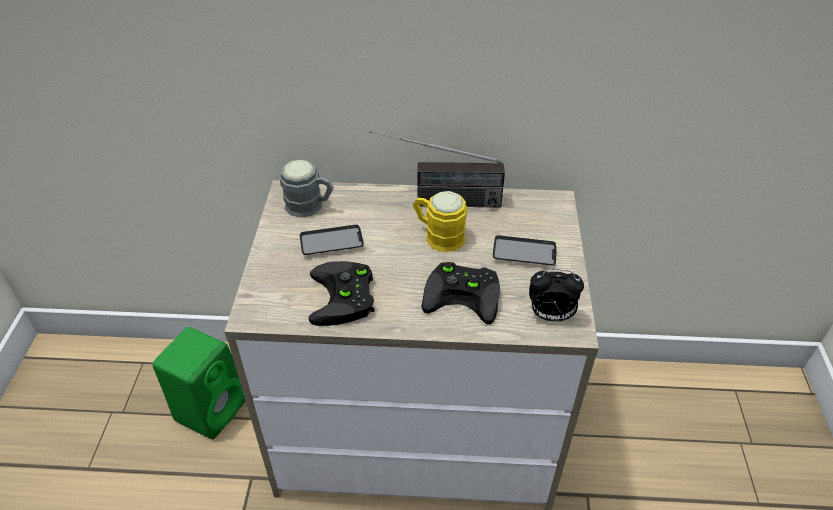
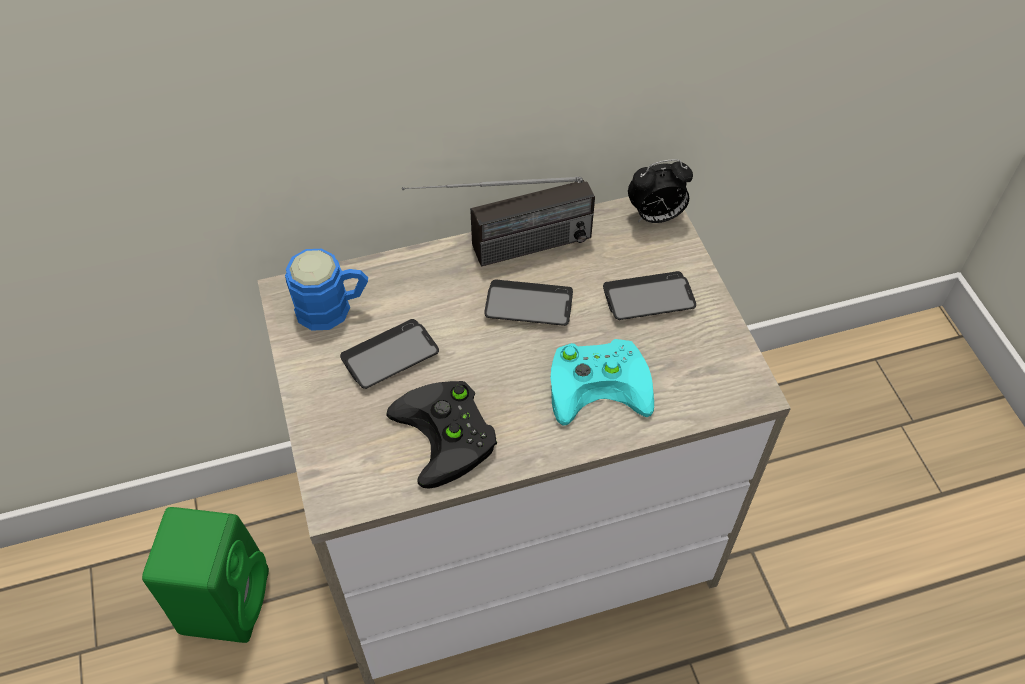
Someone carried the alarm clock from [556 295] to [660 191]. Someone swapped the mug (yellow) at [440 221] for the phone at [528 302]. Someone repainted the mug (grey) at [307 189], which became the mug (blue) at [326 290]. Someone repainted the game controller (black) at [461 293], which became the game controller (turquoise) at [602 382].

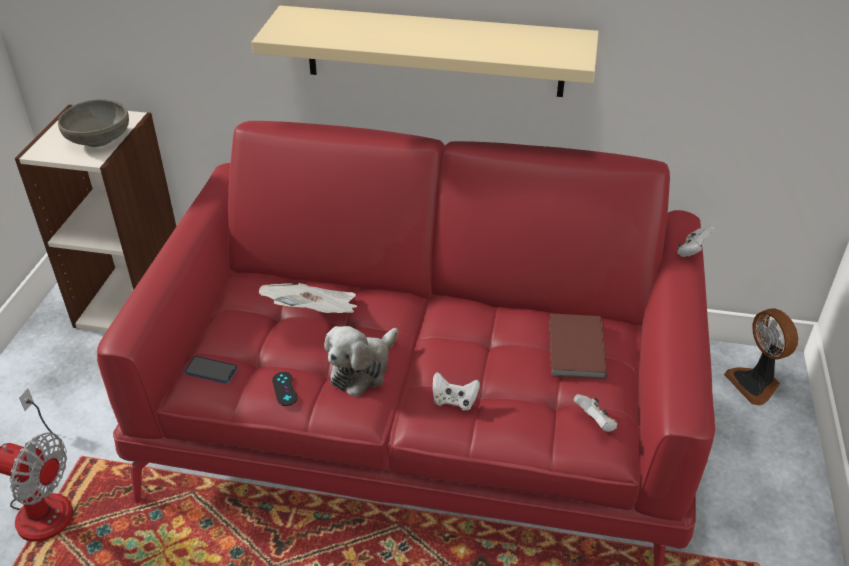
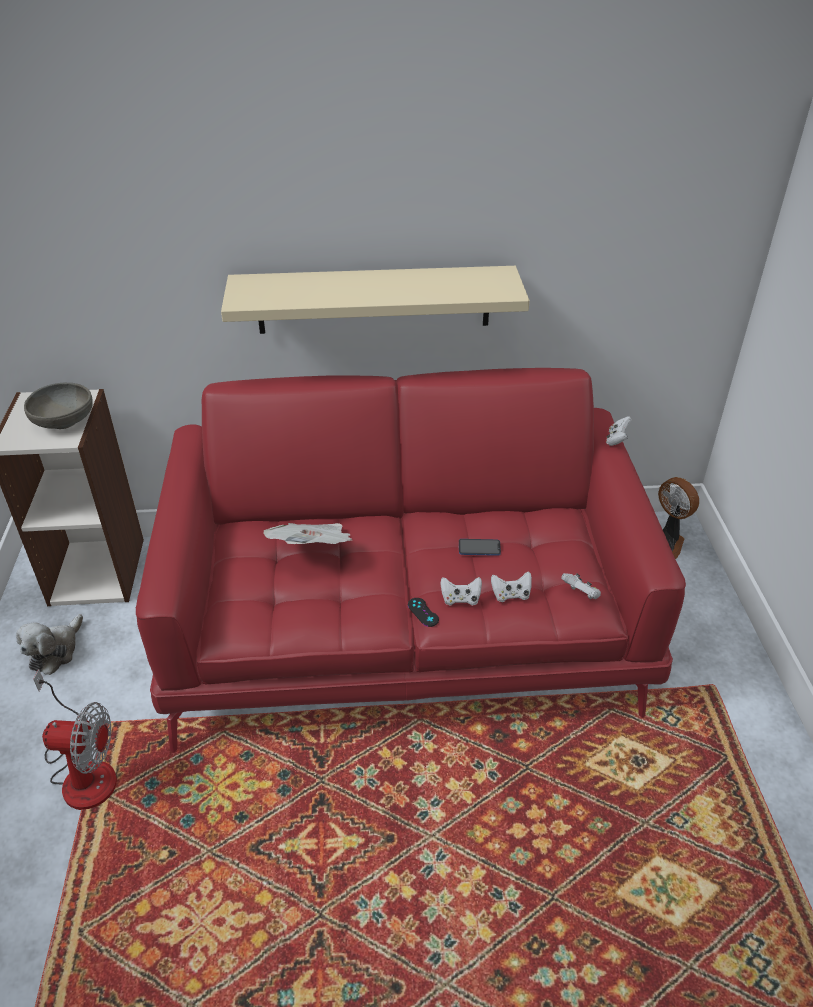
Someone took away the book (brown) at [578 346]. Someone put down the game controller (white) at [511 586]. Someone carried the phone from [211 370] to [480 547]. Someone carried the game controller (black) from [285 389] to [423 612]. Someone carried the plush toy from [361 361] to [49 644].

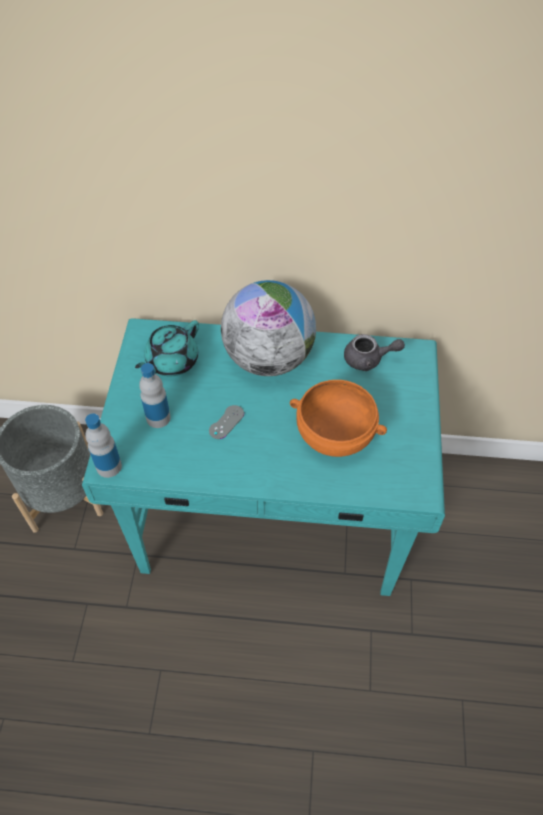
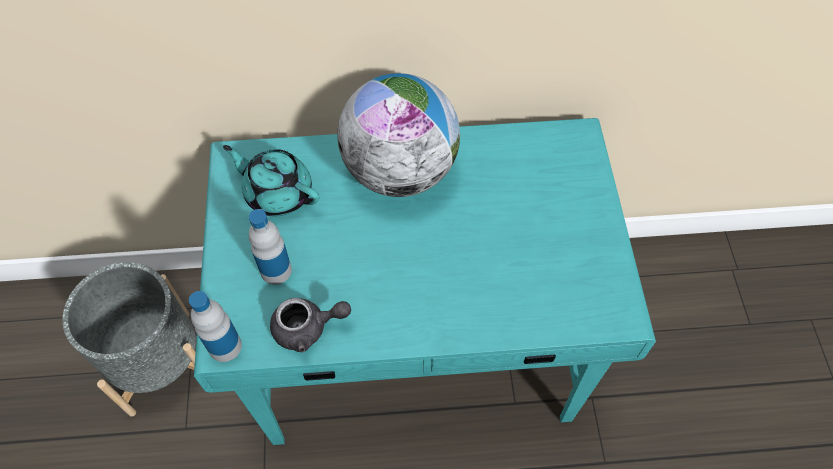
Someone took away the game controller (grey) at [226 422]. Someone took away the bowl (orange) at [338 418]. Someone carried the teapot (grey) from [374 352] to [310 325]. Someone rotated the teapot (turquoise) at [167 348] by 90 degrees clockwise.

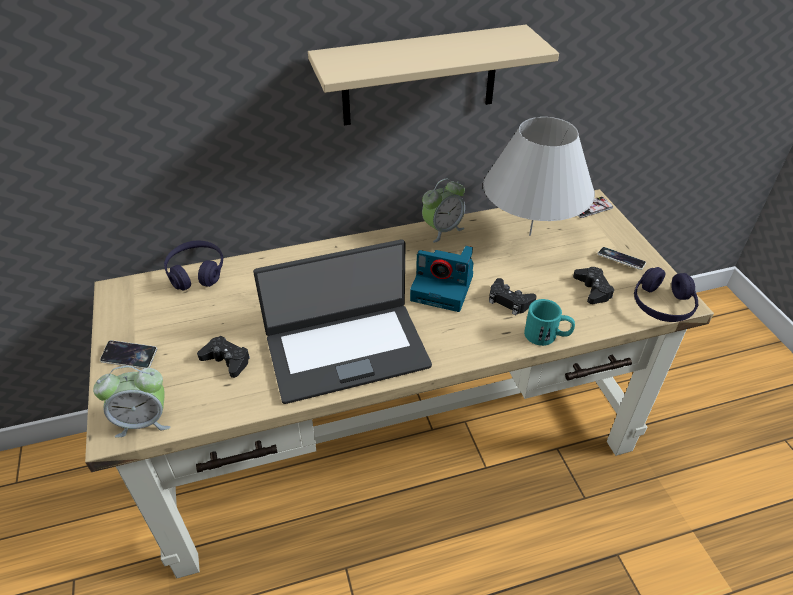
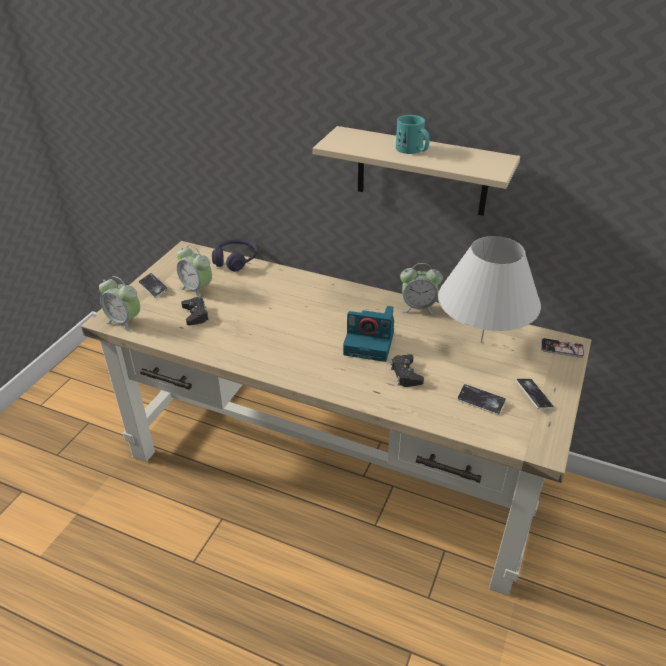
Someone took away the laptop at [342 321]. Someone took away the headphones (purple) at [666 294]. Someone put down the alarm clock at [194 271]. Someone carried the mug (turquoise) from [549 322] to [413 134]. Someone swapped the game controller (black) at [593 285] for the phone at [481 399]. Someone rotated the photo camera at [442 279] by 45 degrees counterclockwise.

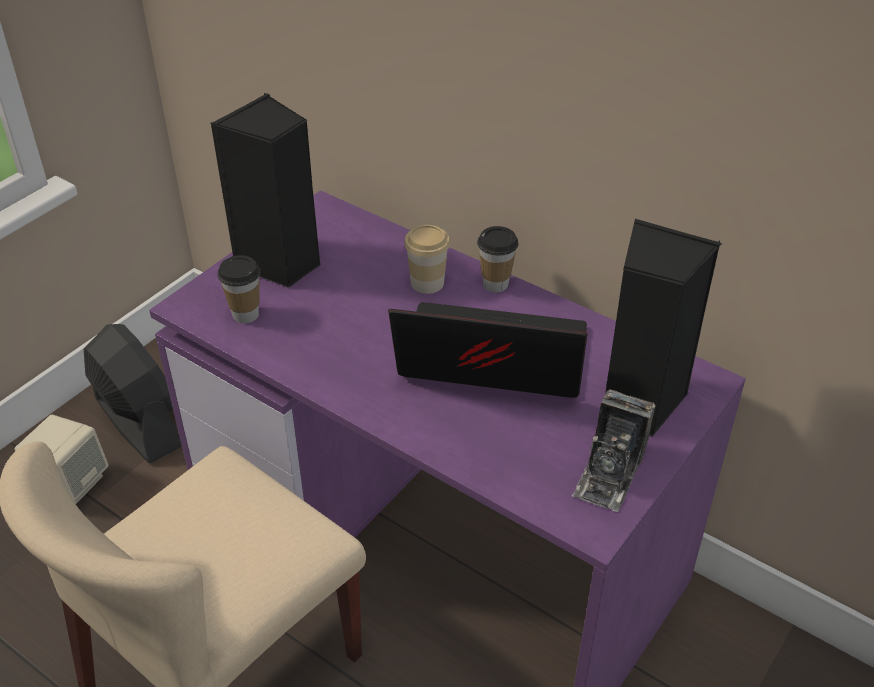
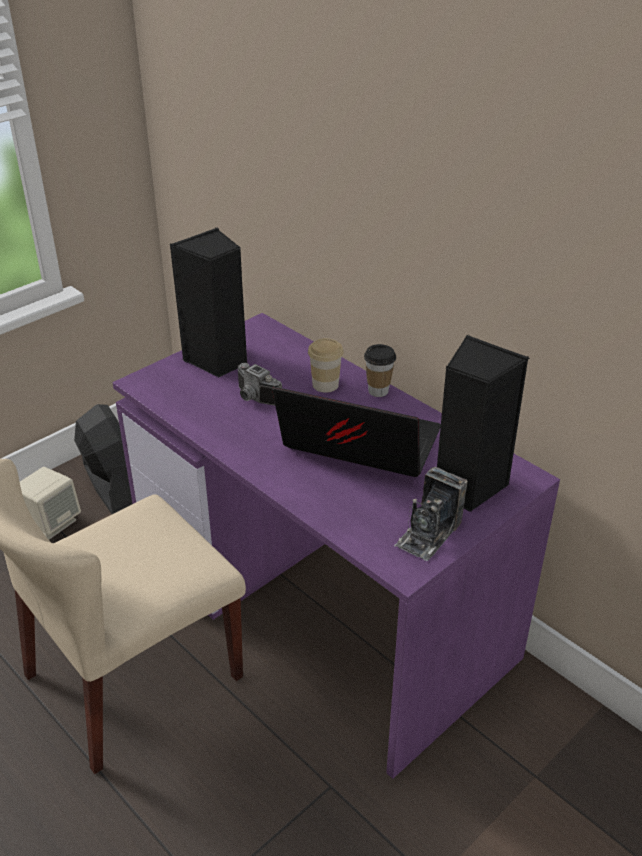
Someone took away the cup at [239 289]. Someone put down the photo camera at [260 384].

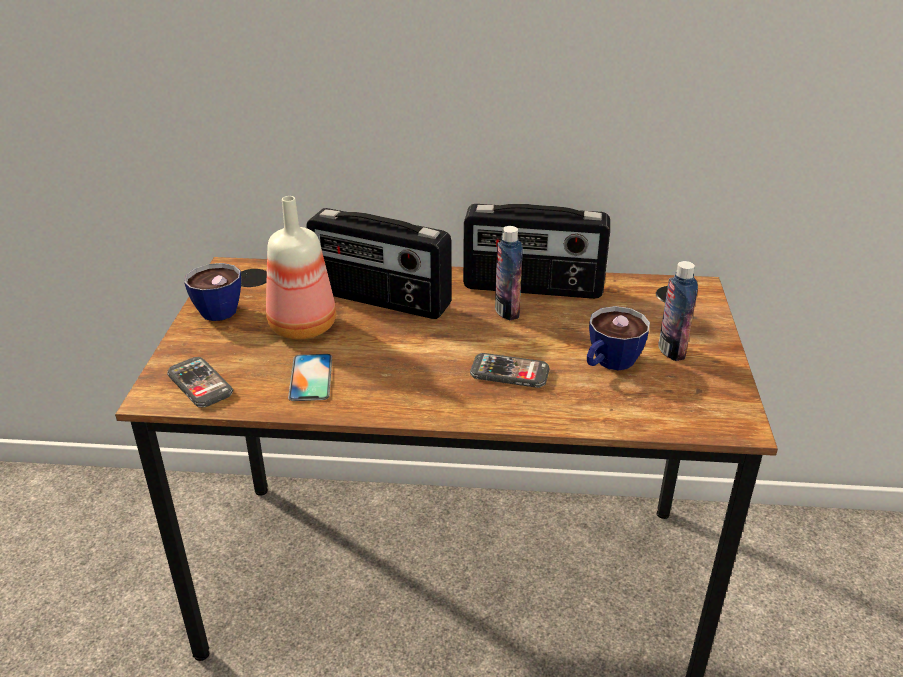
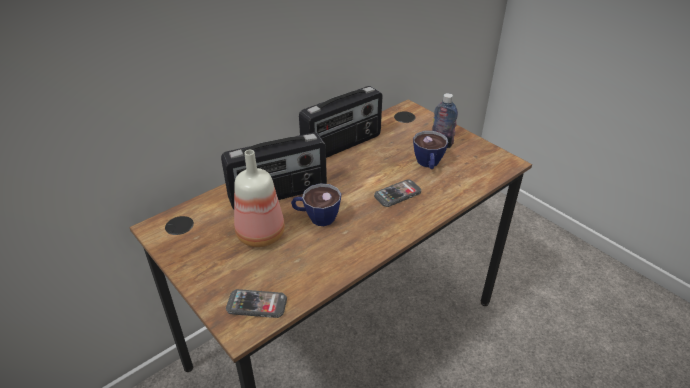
Someone took away the phone at [310 377]. Someone took away the bottle at [509 273]. Someone carried the cup from [212 292] to [316 204].

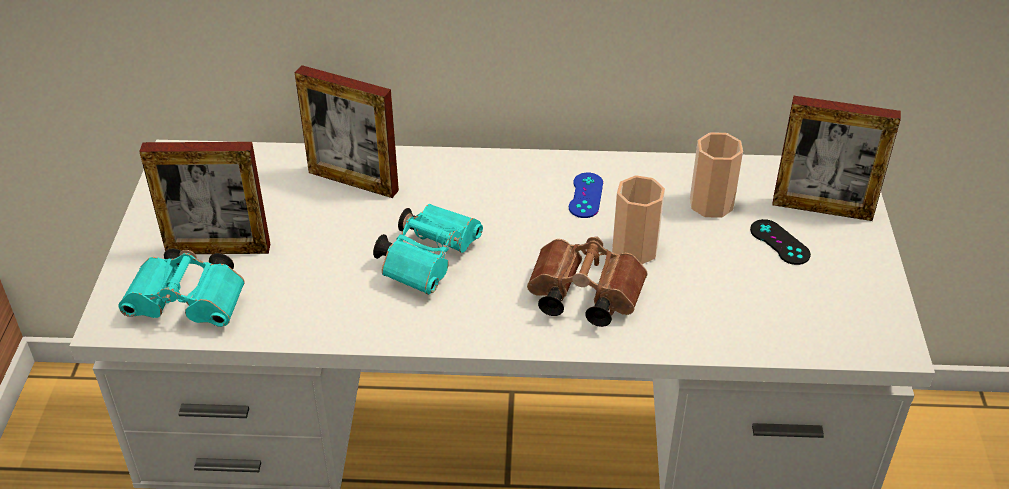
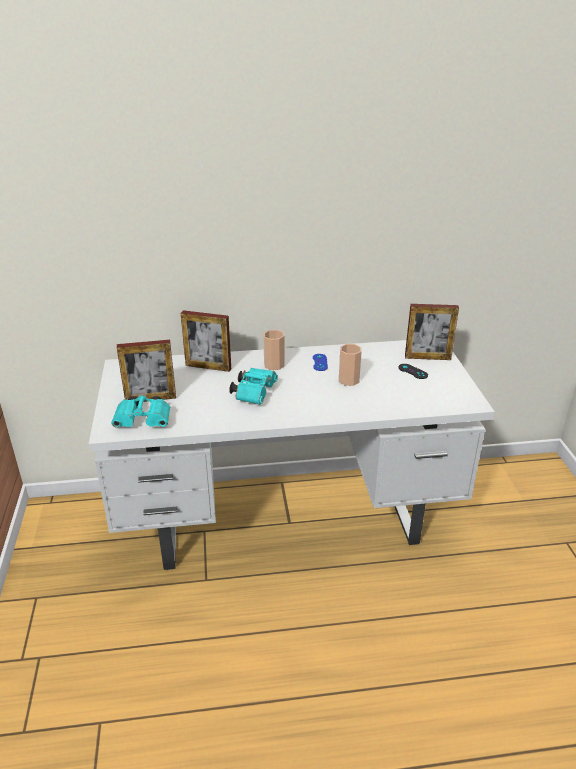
Someone took away the binoculars (brown) at [587 281]. Someone carried the cup from [716 175] to [274 350].

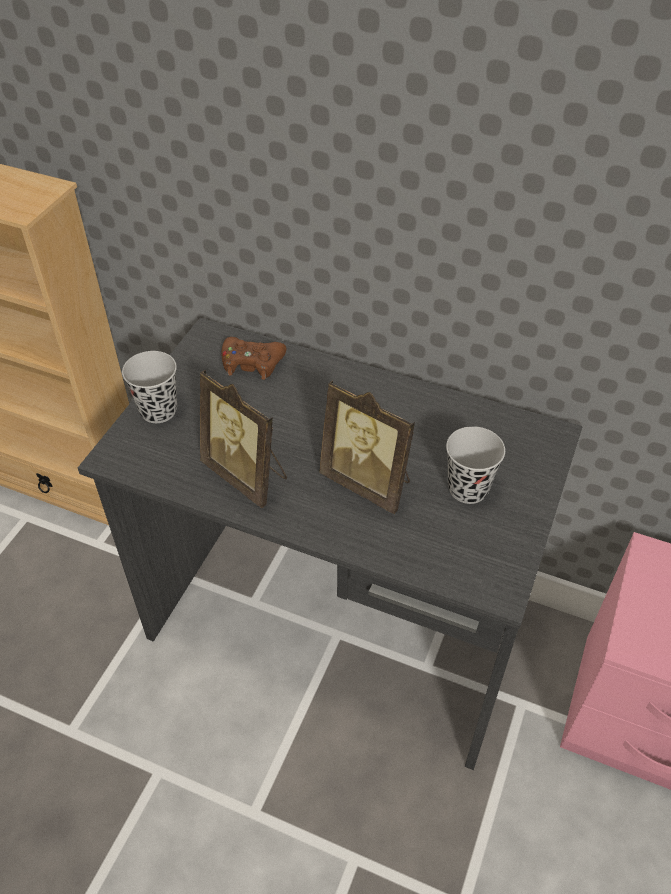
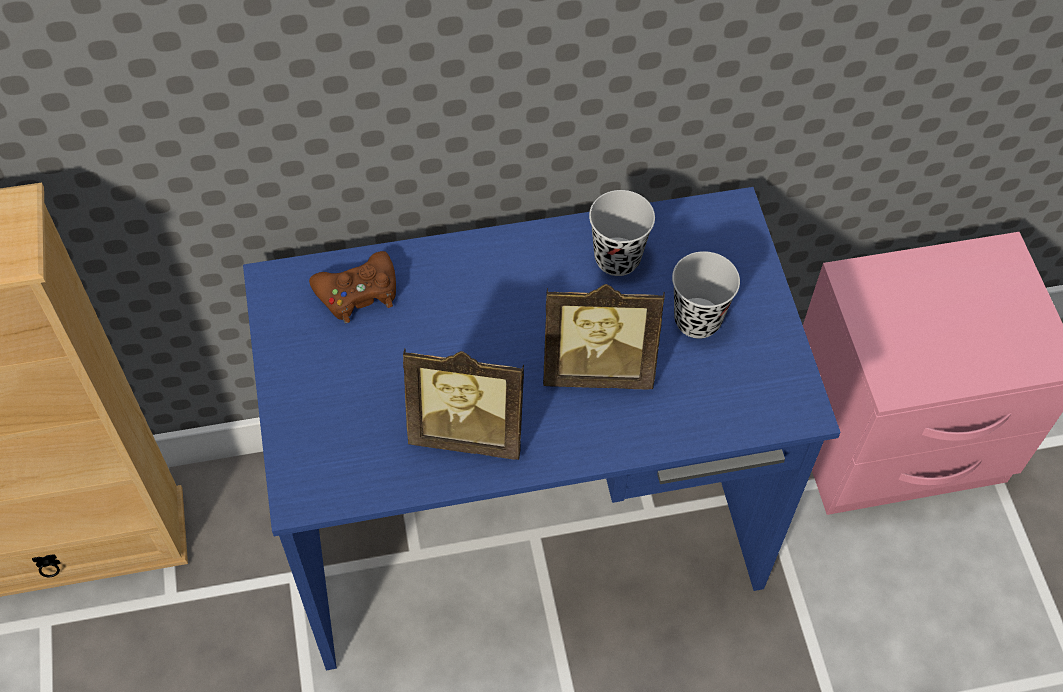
Someone carried the cup (black) from [149 387] to [622 233]. Someone repainted the desk (grey) at [330 544], which became the desk (blue) at [541 428].

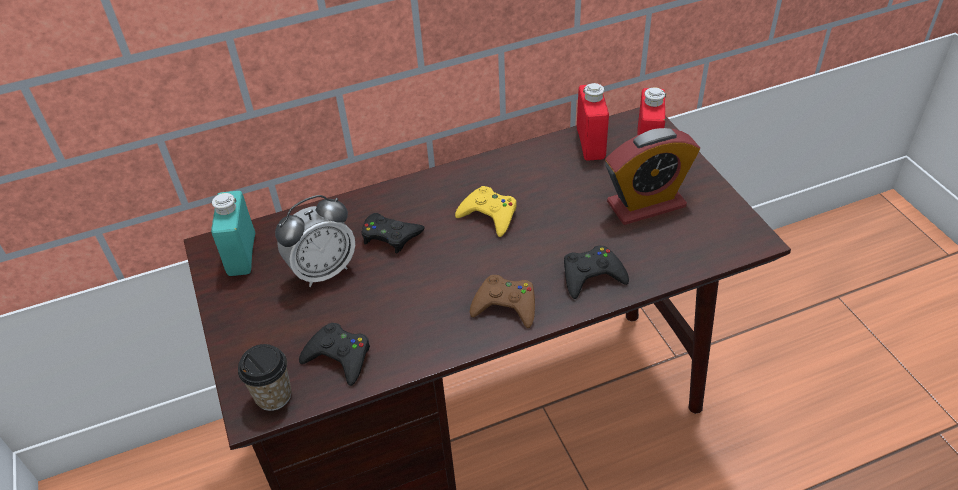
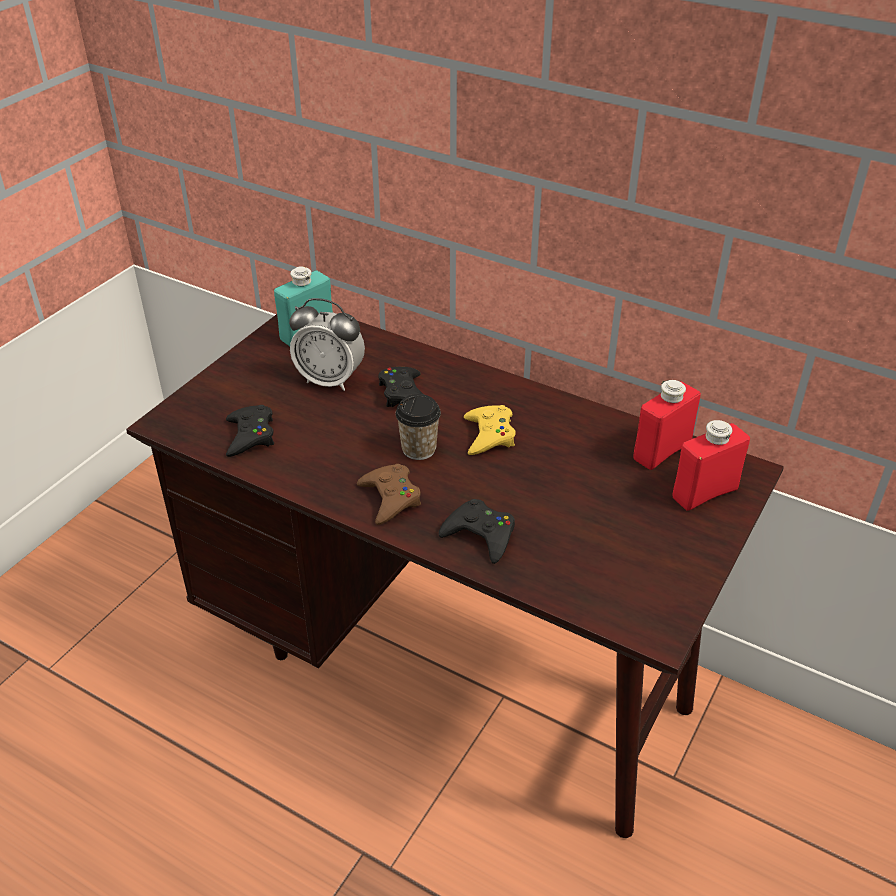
Someone took away the alarm clock at [652 176]. Someone carried the cup from [264 377] to [418 427].

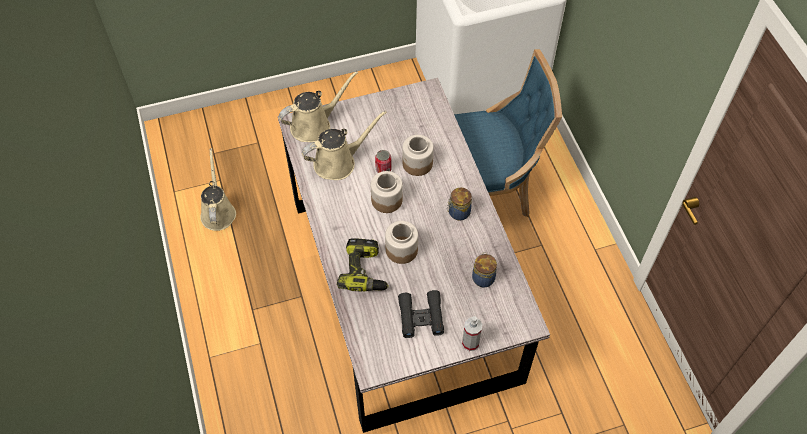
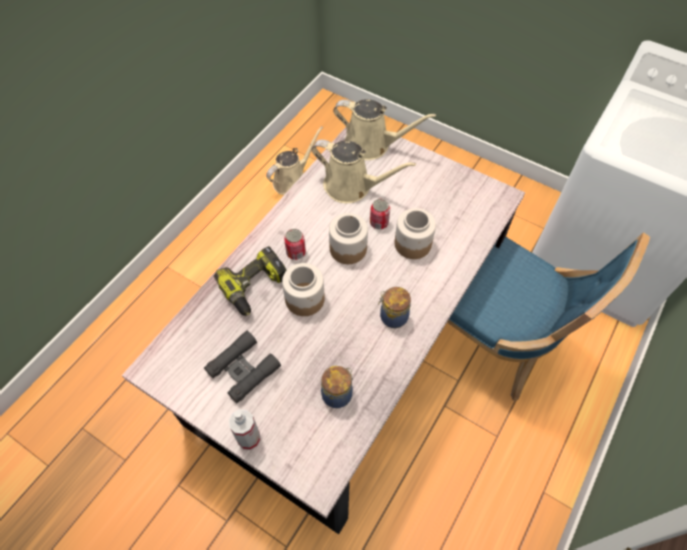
Someone put down the can at [295 244].

